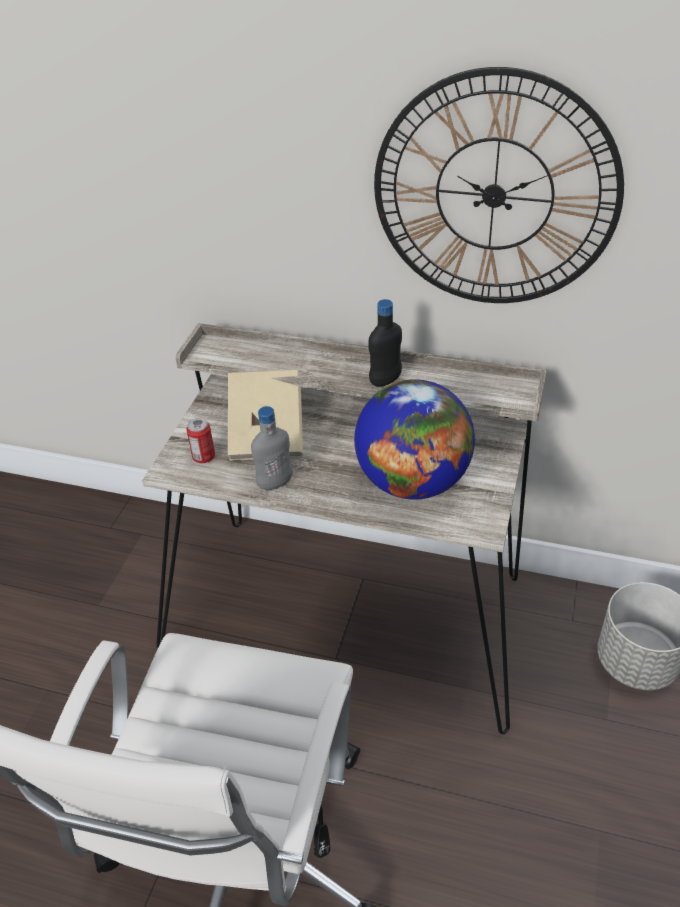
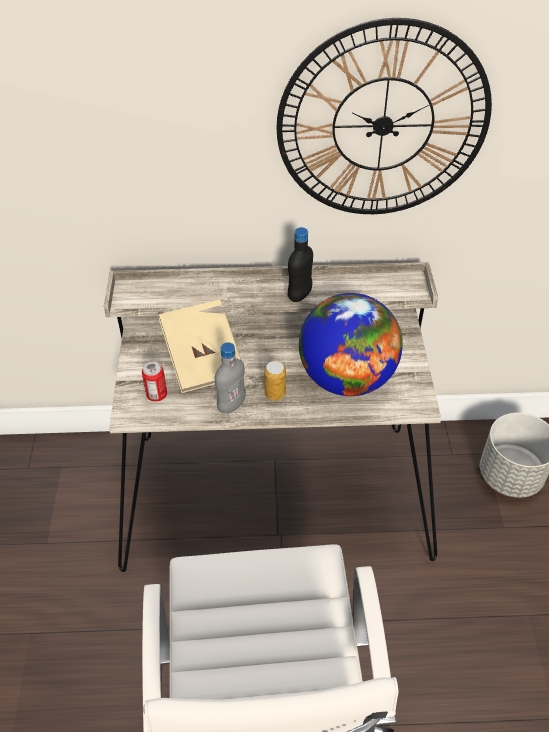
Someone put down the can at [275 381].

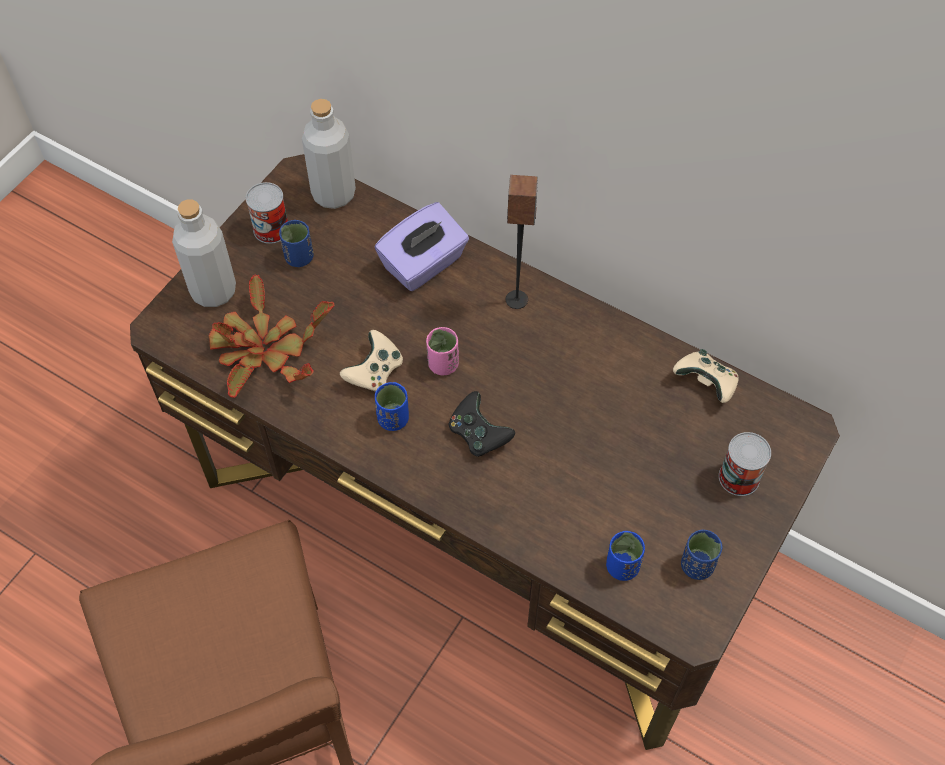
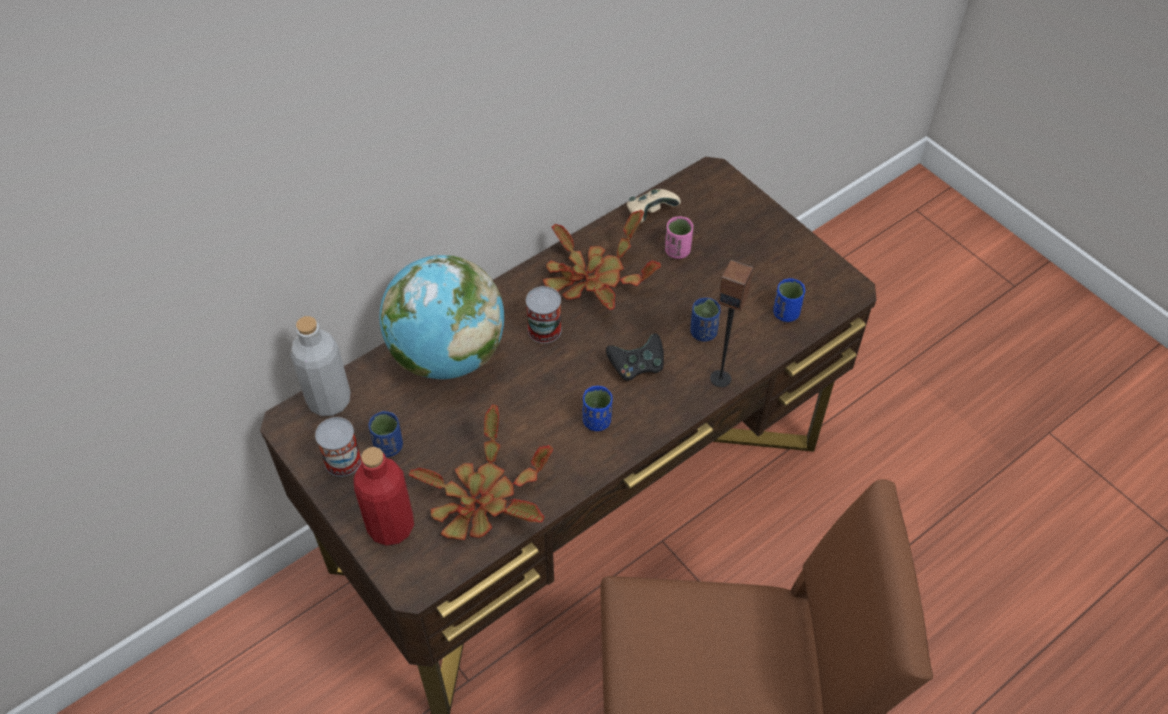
Someone took away the game controller (beige) at [371 361]. Someone put down the potted plant at [602 260]. Someone carried the cup (pink) from [442 351] to [679 237]. Someone carried the speaker from [522 242] to [731 323]. Someone carried the cup (blue) from [701 555] to [706 320]. Someone carried the can from [745 464] to [544 314]. Someone swapped the tissue box (purple) at [422 246] for the globe at [441 317]. Someone repainted the bottle (grey) at [204 253], which became the bottle (red) at [384 496].

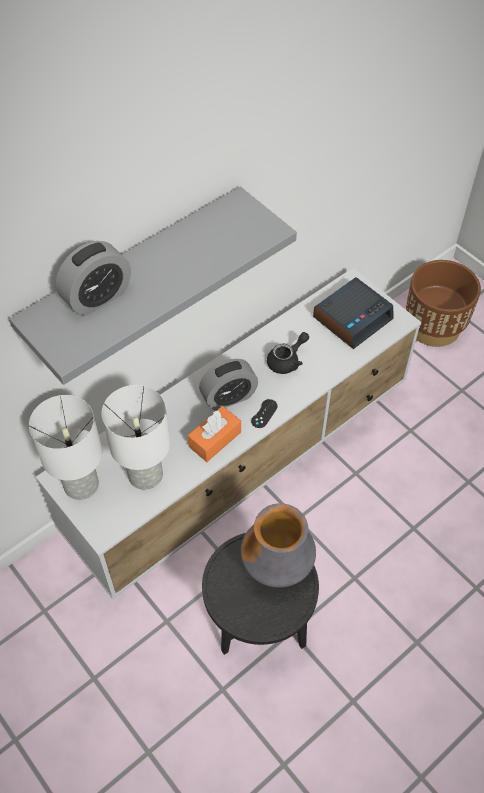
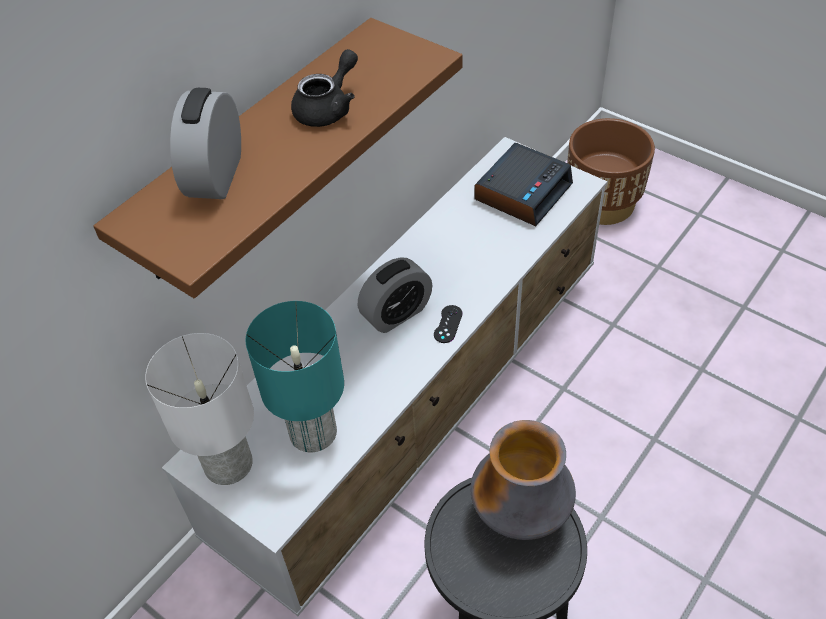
Someone took away the tissue box (orange) at [214 434]. Someone carried the teapot (black) from [288 353] to [324 88]. Someone repainted the shelf (grey) at [153 286], which became the shelf (brown) at [278 158]. Someone repainted the table lamp (white) at [136 437], which became the table lamp (turquoise) at [295 376]. Someone rotated the alarm clock at [93 278] by 150 degrees clockwise.

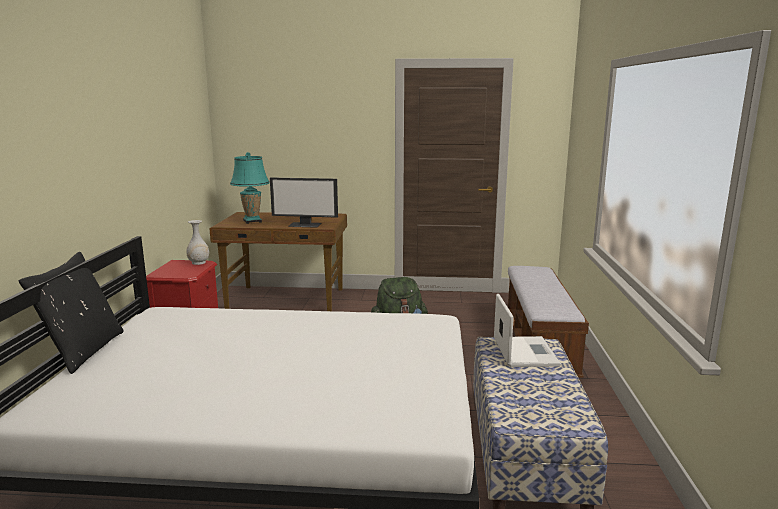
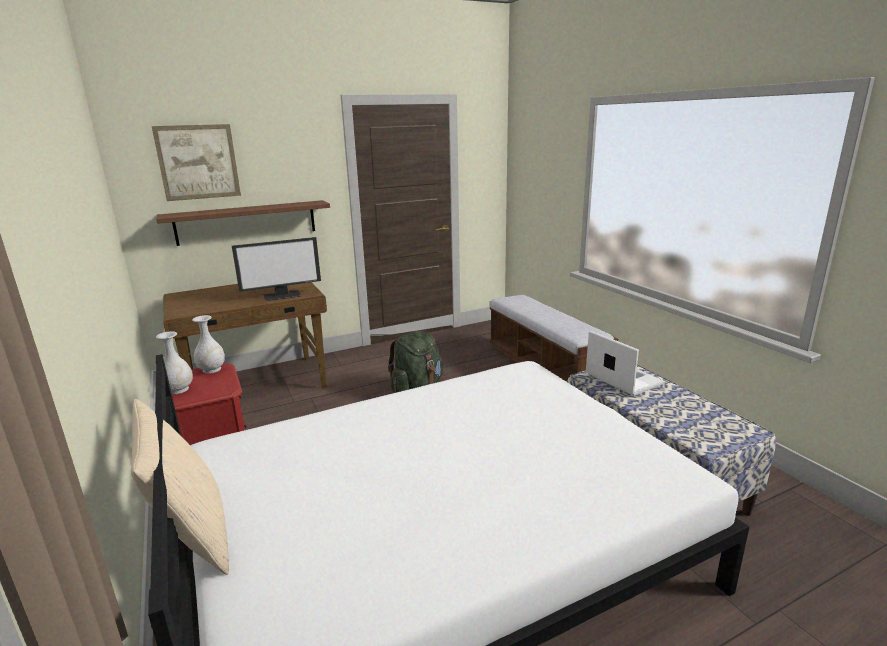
Someone took away the table lamp (turquoise) at [250 188]. Someone put up the picture at [196 162]. Someone put up the shelf (brown) at [243 223]. Someone put down the vase (white) at [174 362]. Someone repainted the pillow (black) at [71 313], which became the pillow (beige) at [180 487].

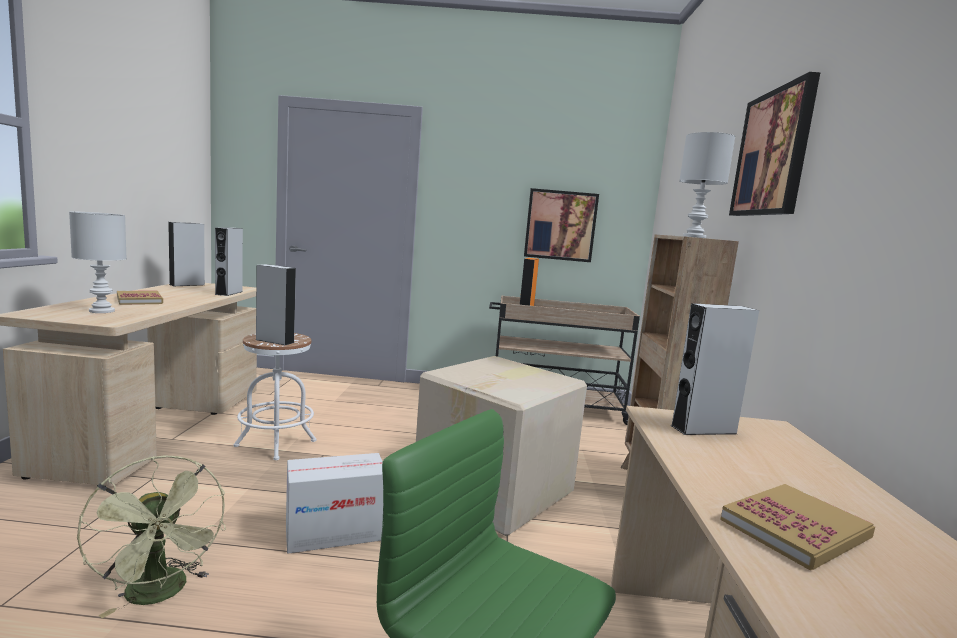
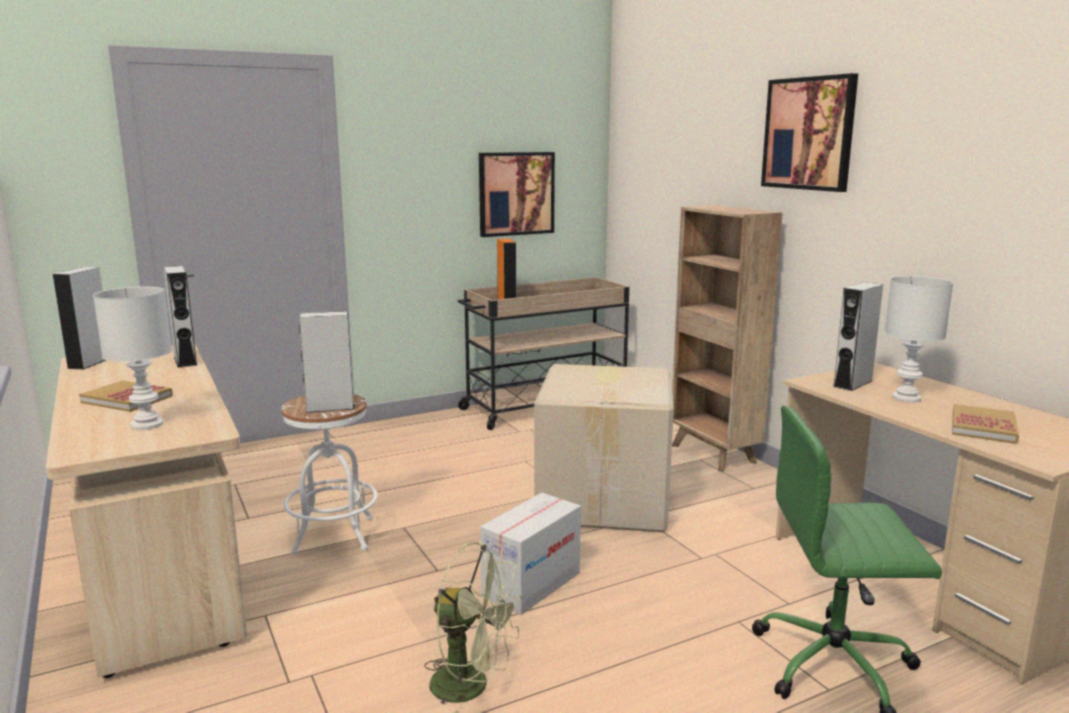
Someone carried the table lamp (white) from [707 185] to [919 339].

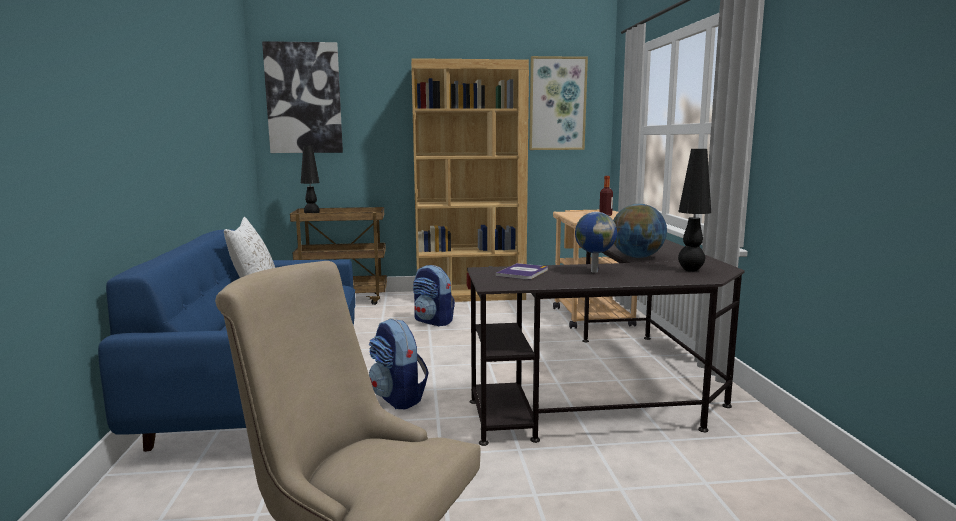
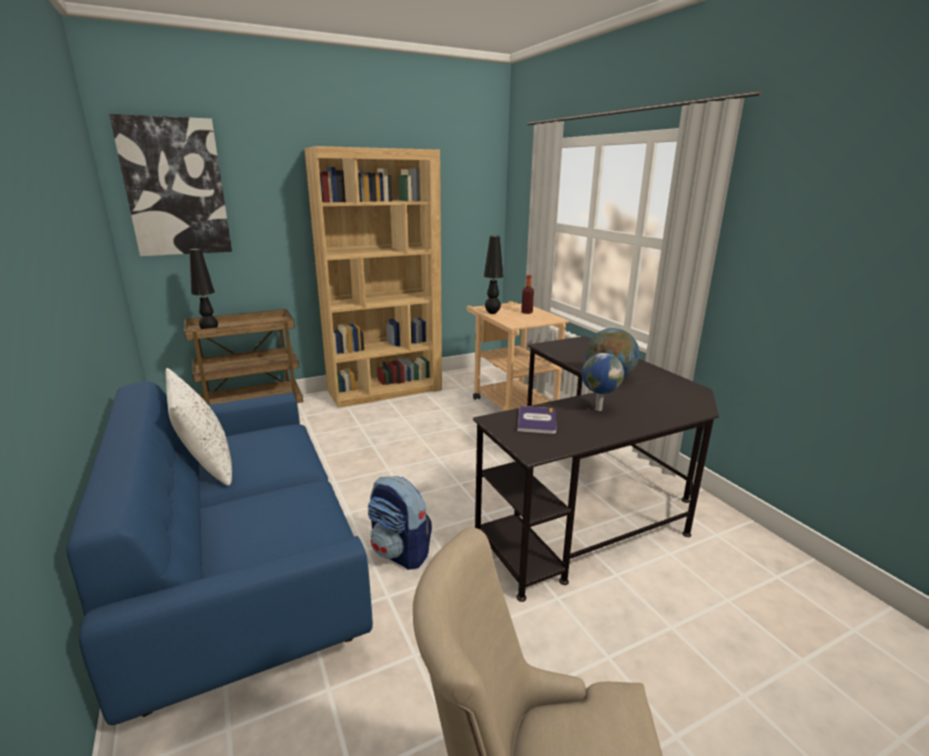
Someone took away the backpack at [434 296]. Someone took away the picture at [558 103]. Someone carried the table lamp (black) from [694 210] to [494 274].

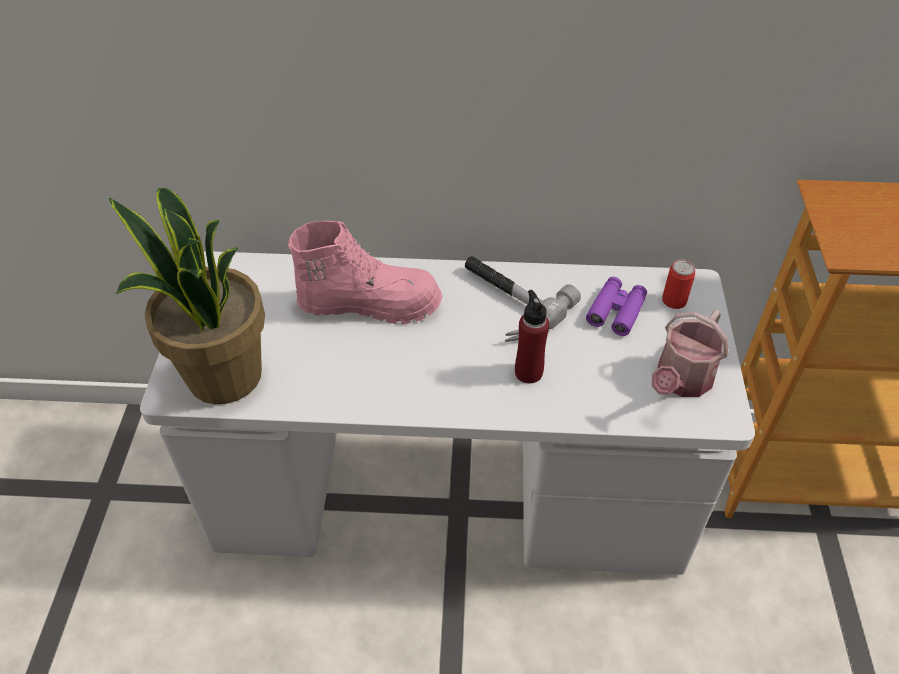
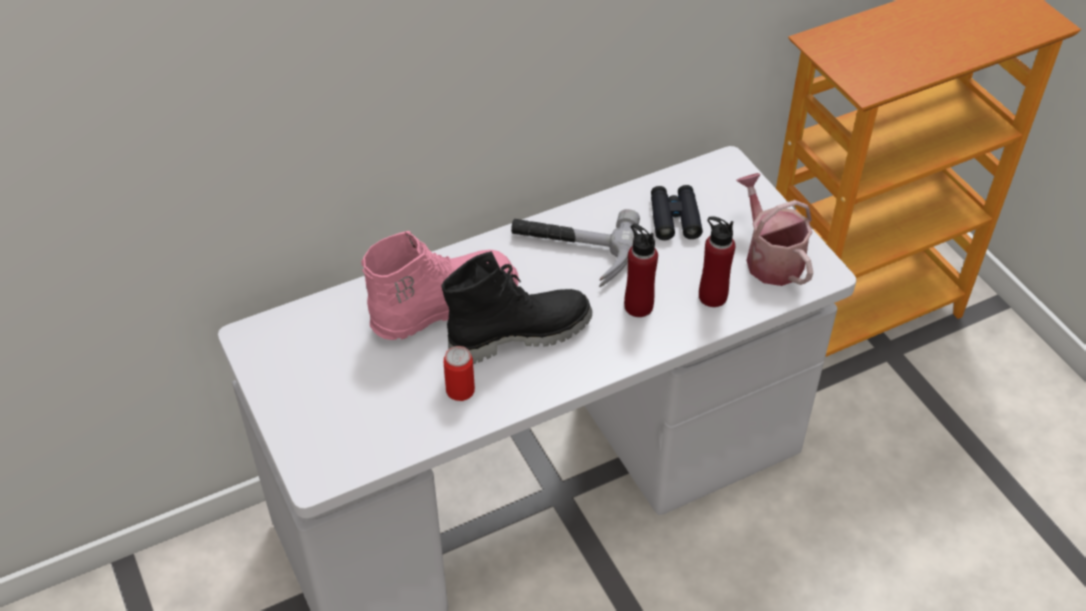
Someone took away the potted plant at [187 296]. Someone put down the boot (black) at [517 307]. Someone put down the bottle (red) at [717 261]. Someone carried the can from [678 284] to [459 373]. Someone repainted the binoculars (purple) at [616 306], which became the binoculars (black) at [677 212]. Someone rotated the watering can at [690 353] by 150 degrees clockwise.

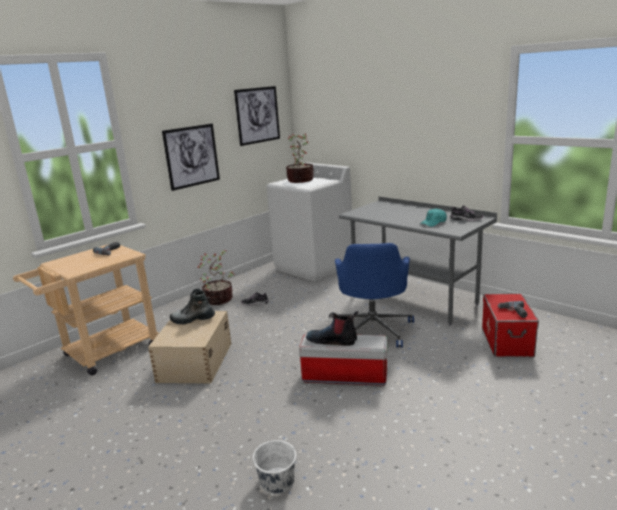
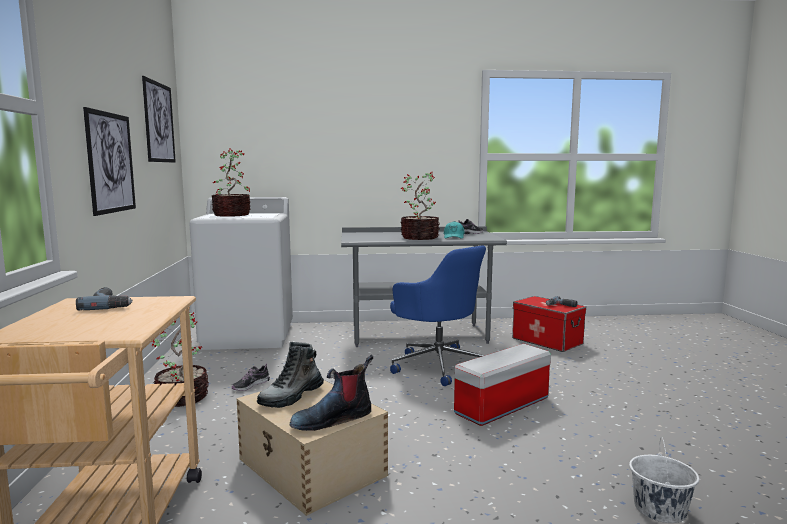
Someone put down the potted plant at [420 206]. Someone carried the boot from [332 328] to [331 393].

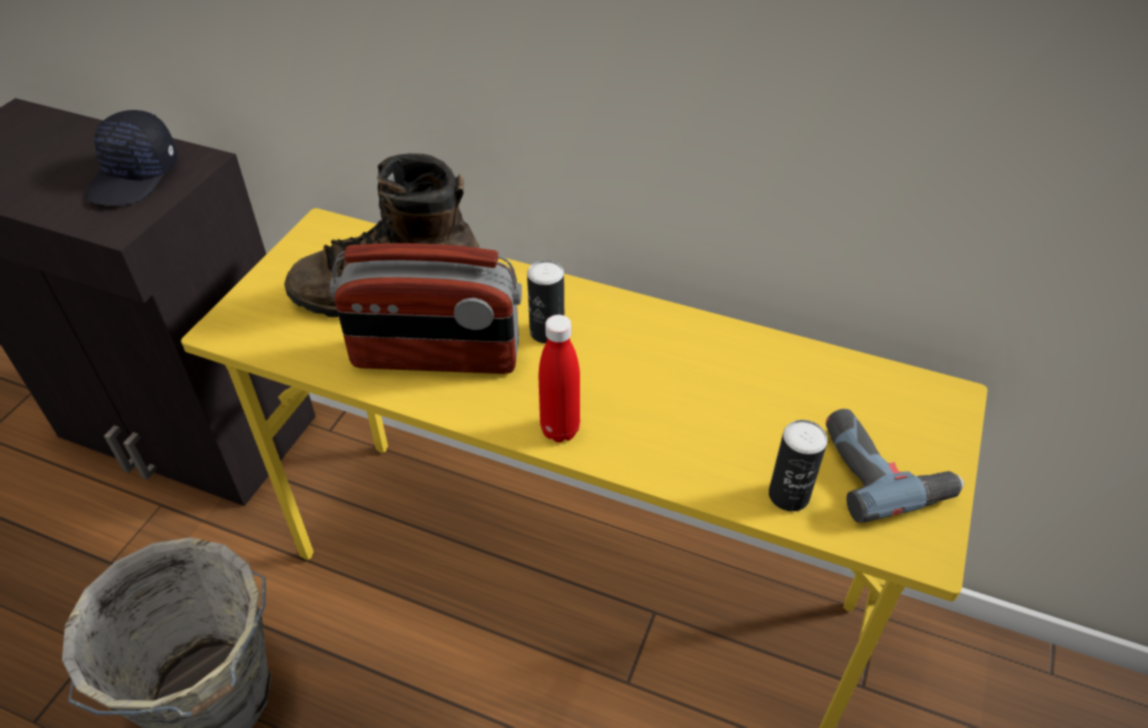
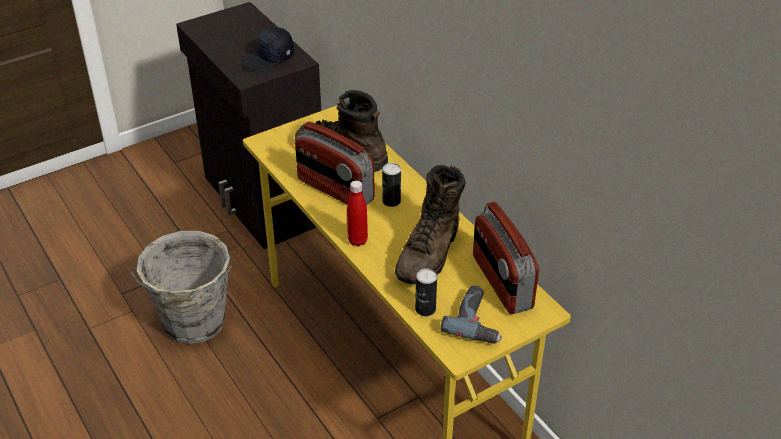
Someone put down the boot (brown) at [430 224]. Someone put down the radio at [506 258].

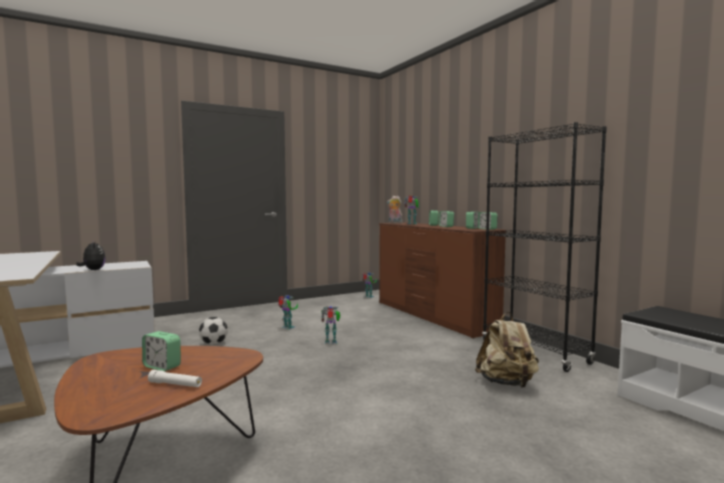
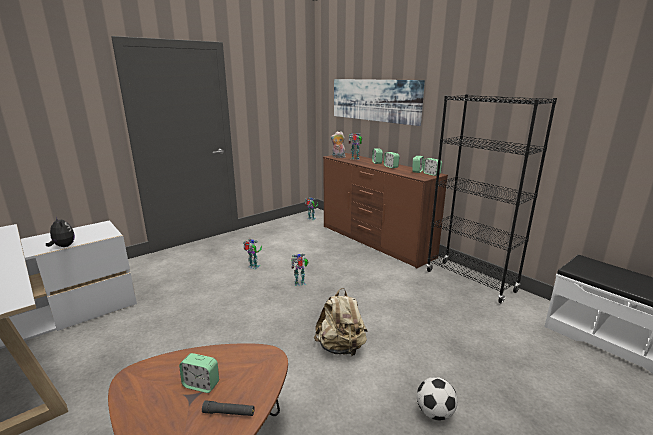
Someone put up the picture at [379 102]. Someone carried the football from [213 331] to [437 398]. Someone carried the backpack (beige) from [507 350] to [341 322]. Someone repainted the flashlight (white) at [175 378], which became the flashlight (black) at [228 408].

